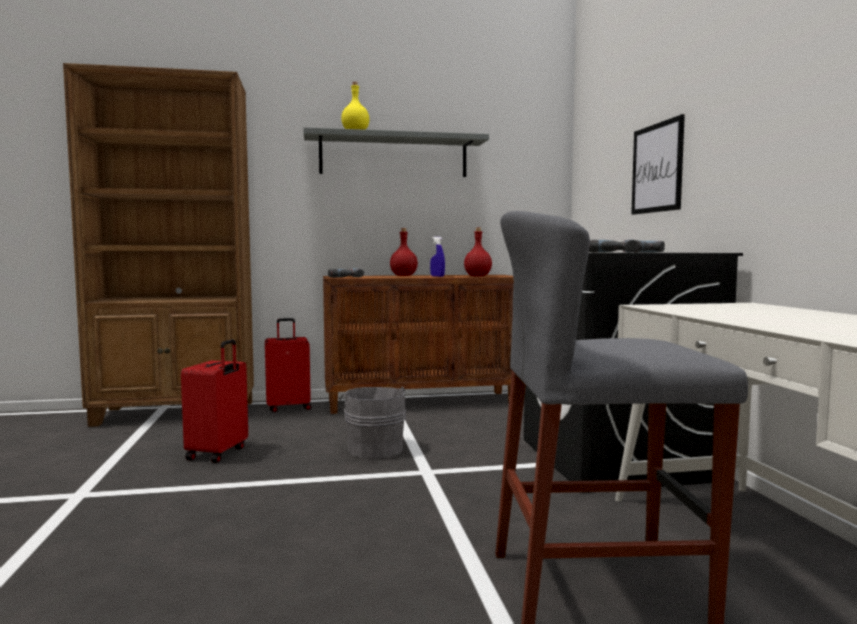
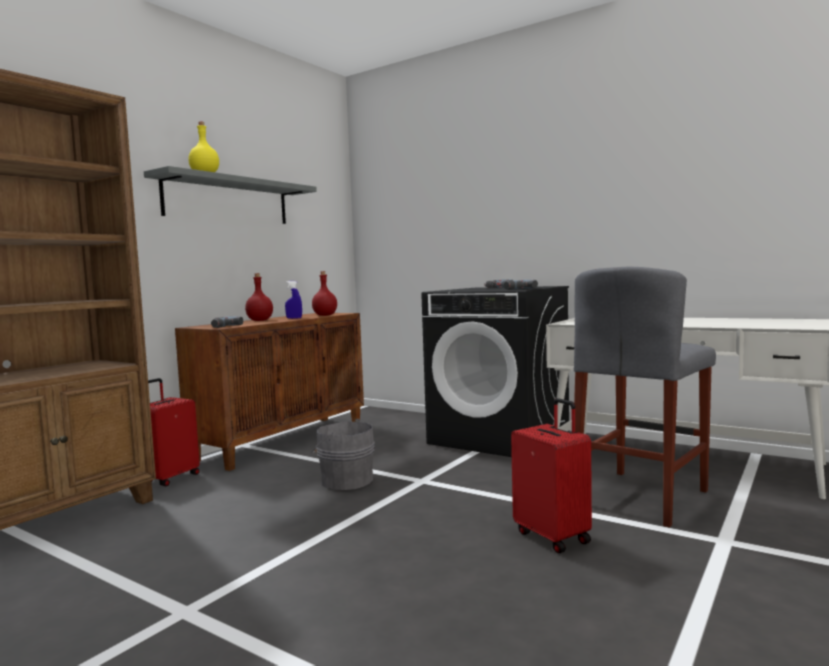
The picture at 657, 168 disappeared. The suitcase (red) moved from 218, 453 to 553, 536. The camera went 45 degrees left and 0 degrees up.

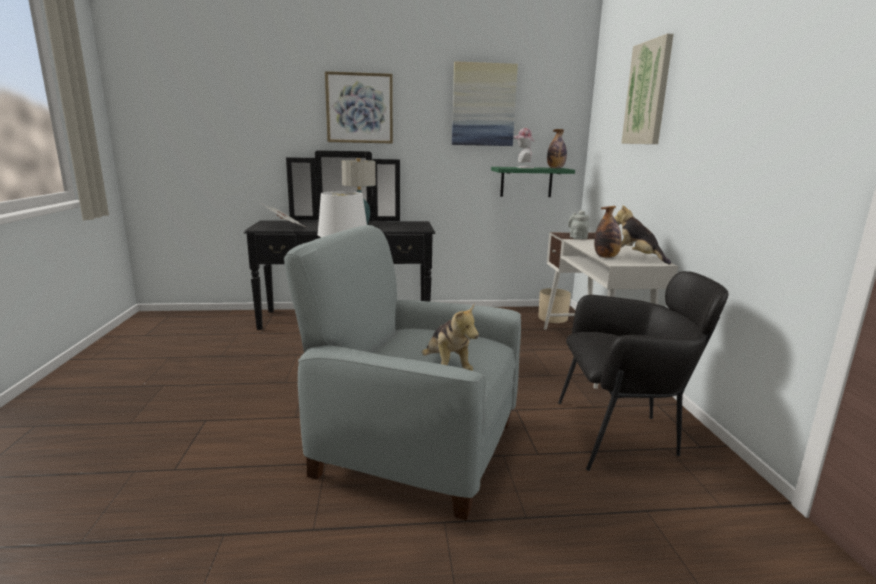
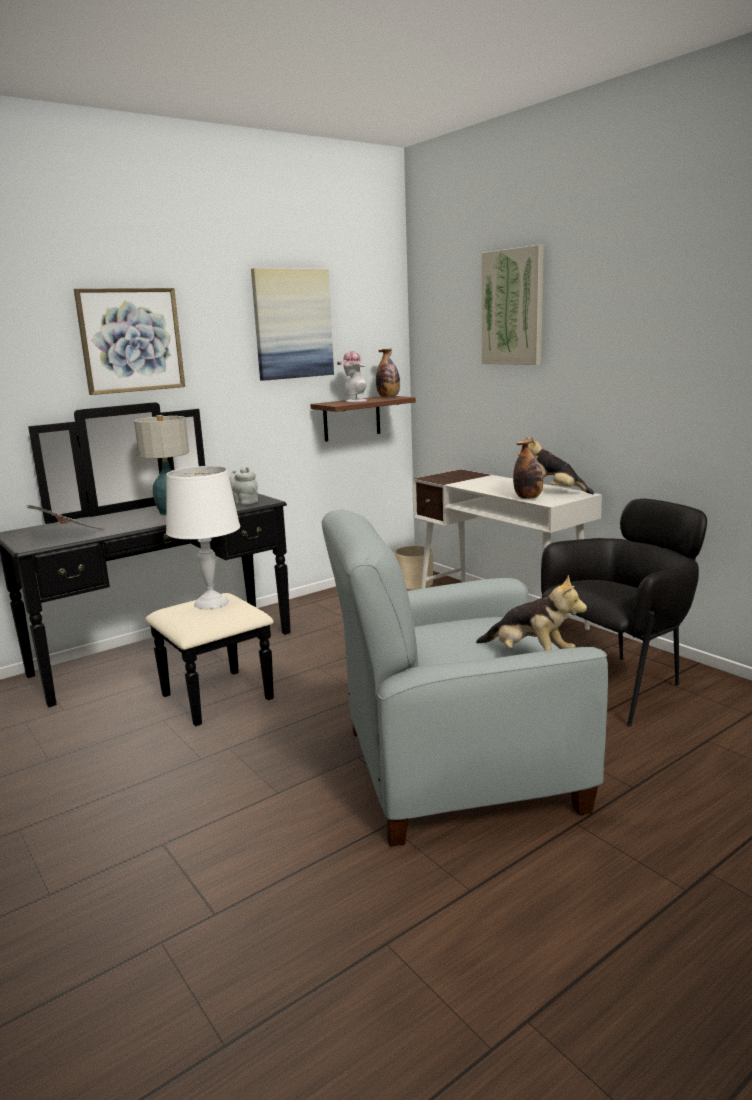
The shelf (green) at 526, 182 became the shelf (brown) at 352, 418. The teapot (grey) moved from 577, 237 to 245, 502. The camera went 30 degrees left and 0 degrees up.

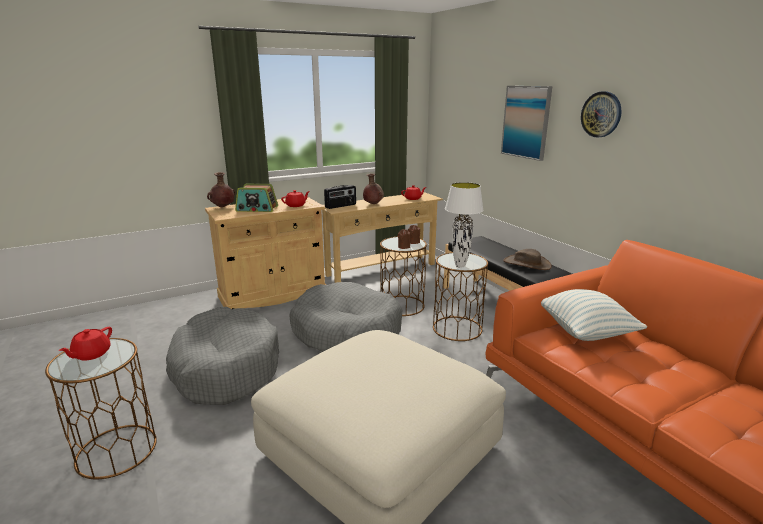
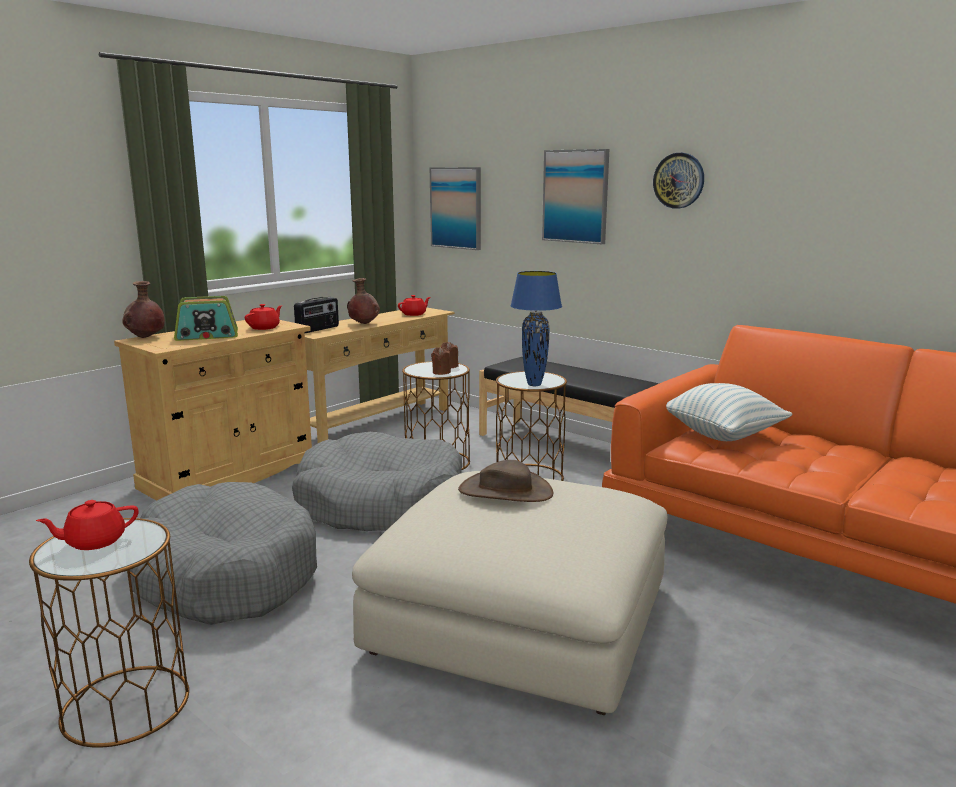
The table lamp (white) at 460, 265 became the table lamp (blue) at 535, 384. The hat (brown) moved from 527, 264 to 505, 491. The teapot (red) at 91, 354 turned 60 degrees clockwise. The picture at 456, 208 appeared. The camera went 20 degrees left and 5 degrees down.

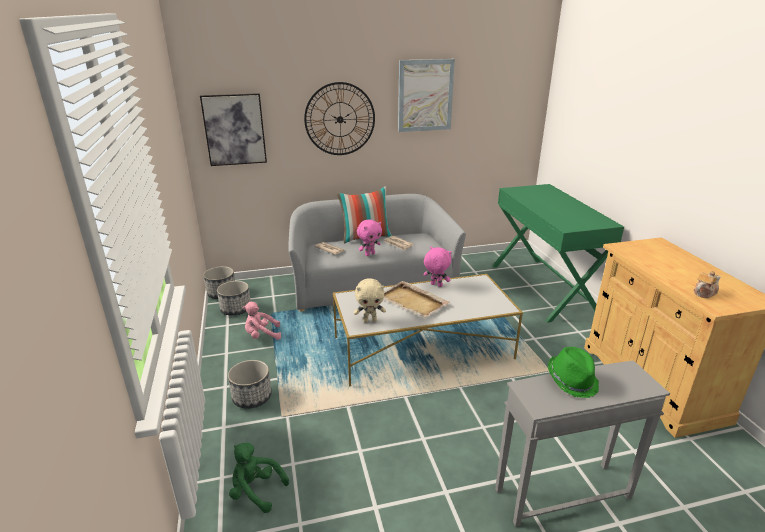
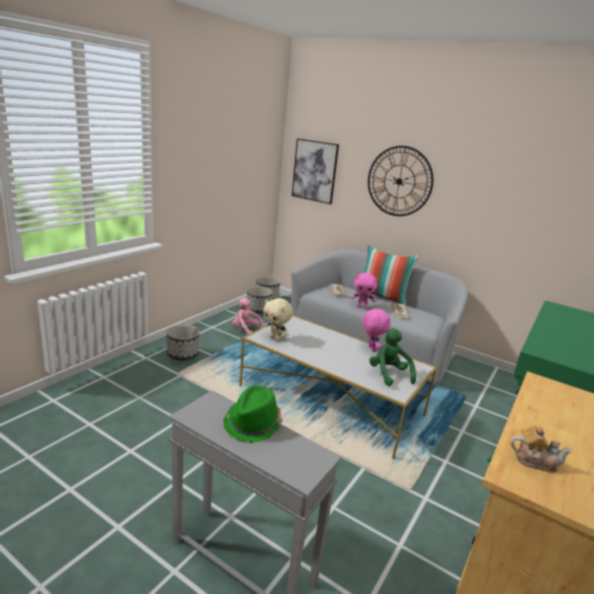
The picture at 425, 95 disappeared. The tray (beige) at 413, 301 disappeared. The plush toy (green) moved from 256, 491 to 389, 374. The camera went 45 degrees right and 5 degrees down.

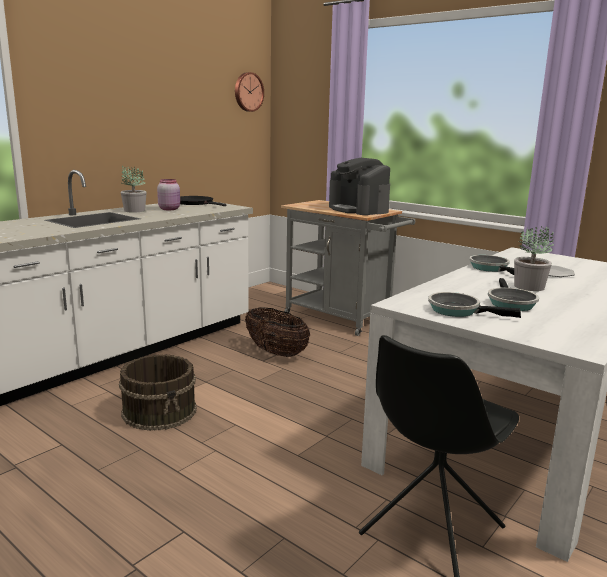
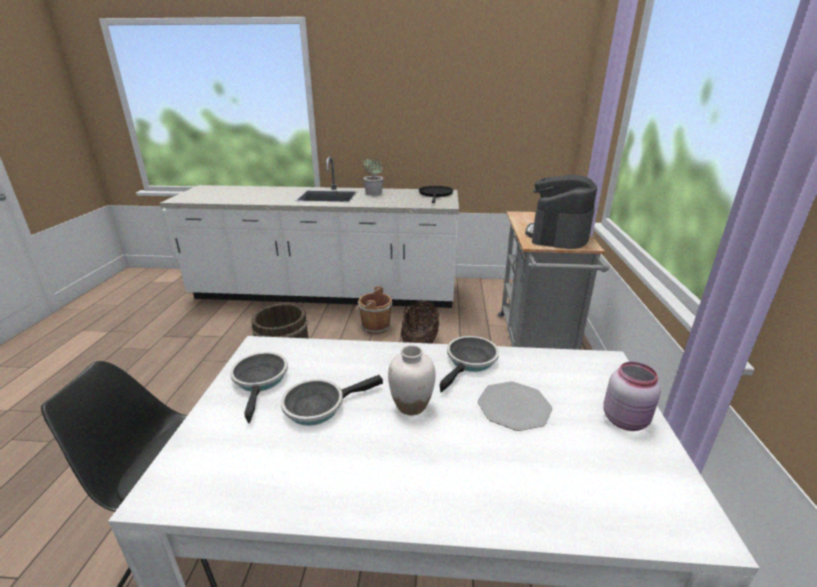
The wall clock at 248, 92 disappeared. The jar (pink) moved from 170, 209 to 626, 420. The potted plant at 530, 287 was replaced by the vase (white) at 411, 406. The bucket (brown) at 374, 327 appeared. The camera went 55 degrees right and 10 degrees up.

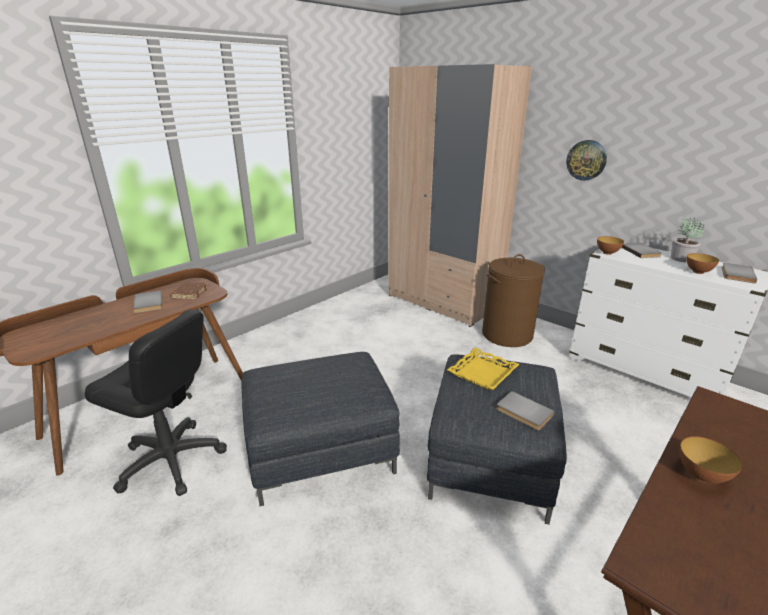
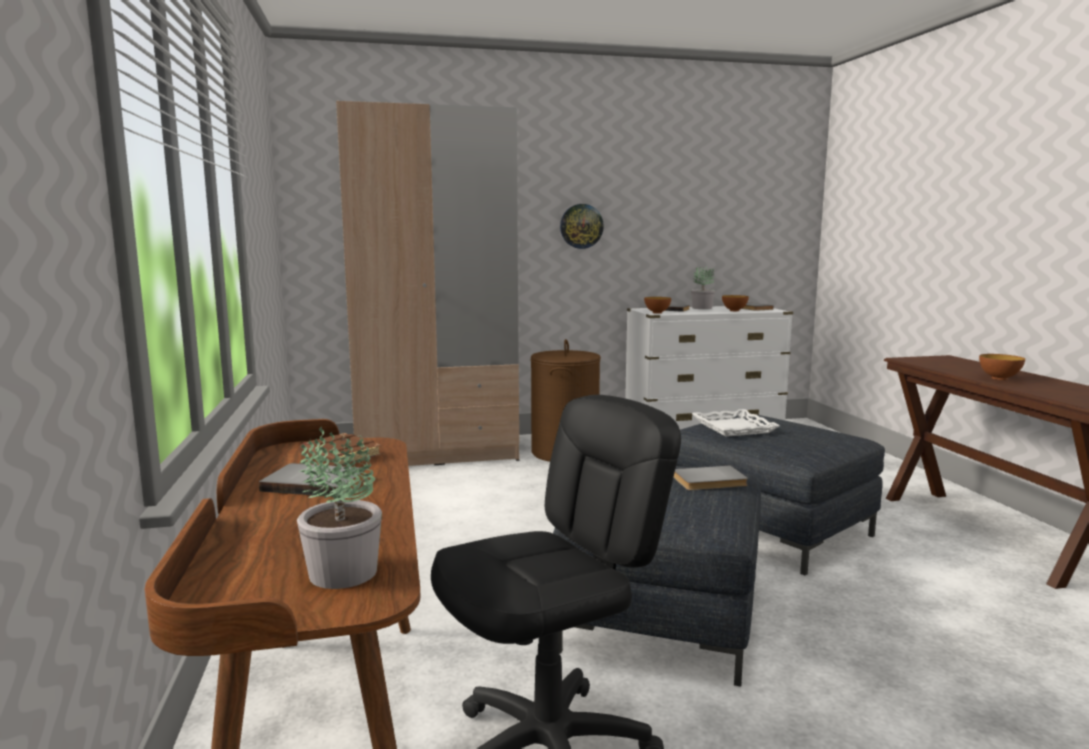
The tray (yellow) at 482, 373 became the tray (white) at 733, 428. The book (grey) moved from 523, 413 to 710, 482. The potted plant at 341, 573 appeared. The camera went 55 degrees left and 15 degrees down.

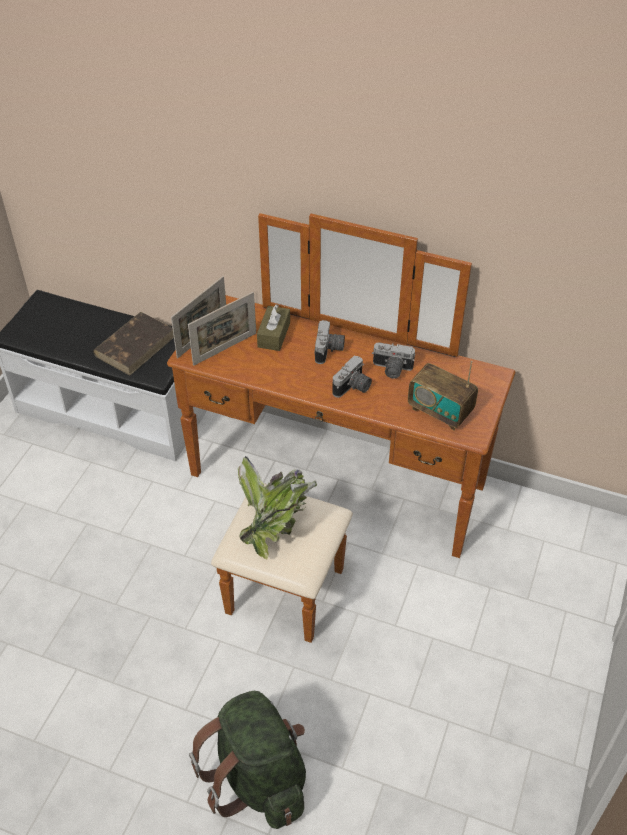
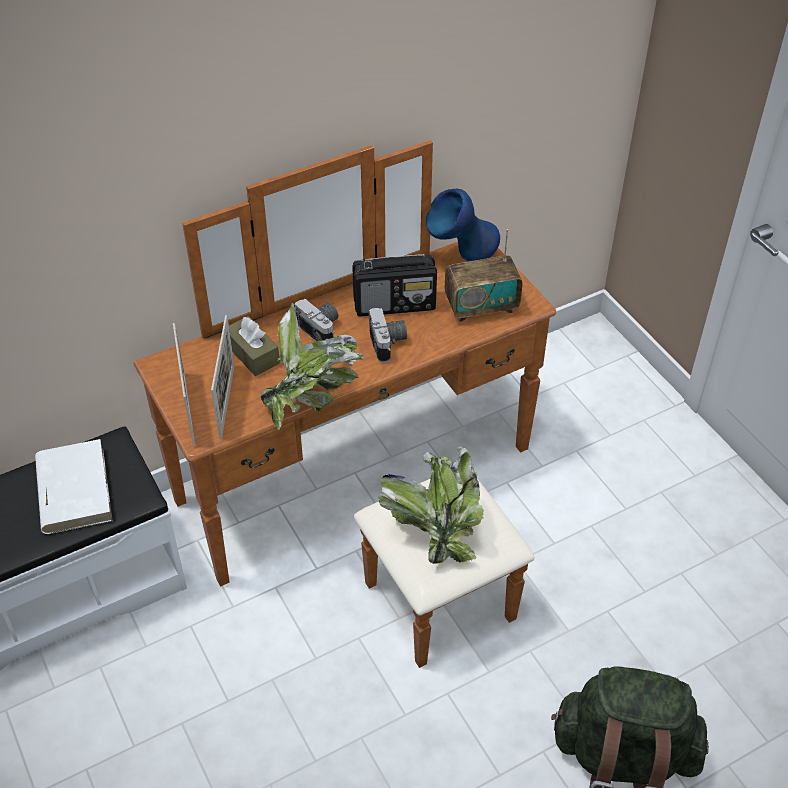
The book (brown) at 135, 345 became the book (white) at 73, 489. The photo camera at 391, 369 was replaced by the radio at 395, 304. The vase (blue) at 461, 259 appeared. The potted plant at 313, 399 appeared. The camera went 50 degrees left and 0 degrees up.

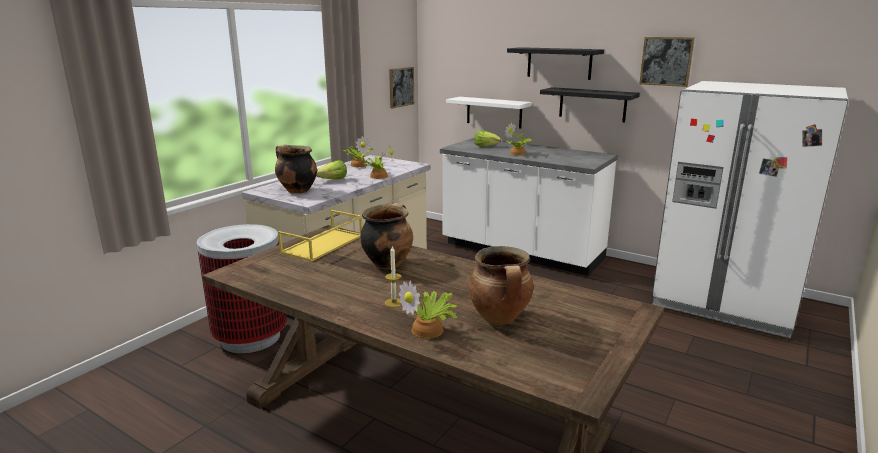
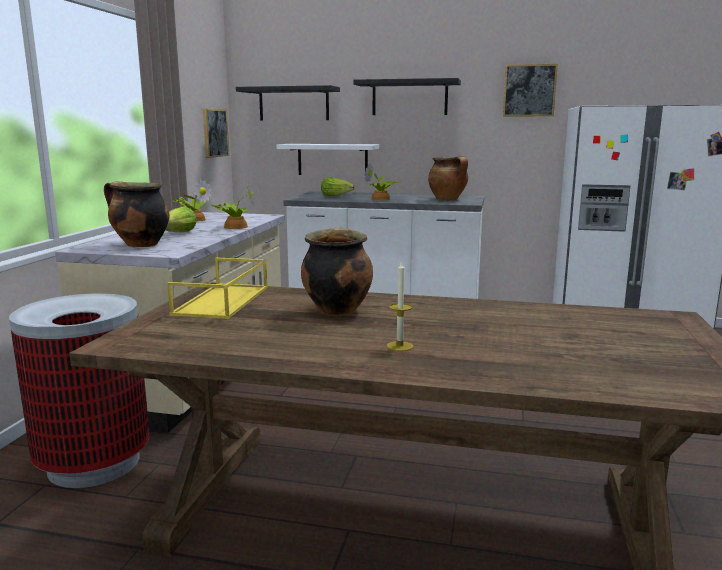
The shelf (black) moved from 592, 104 to 294, 104. The cooking pot moved from 500, 318 to 448, 199. The potted plant at 429, 330 disappeared. The camera went 20 degrees left and 5 degrees down.

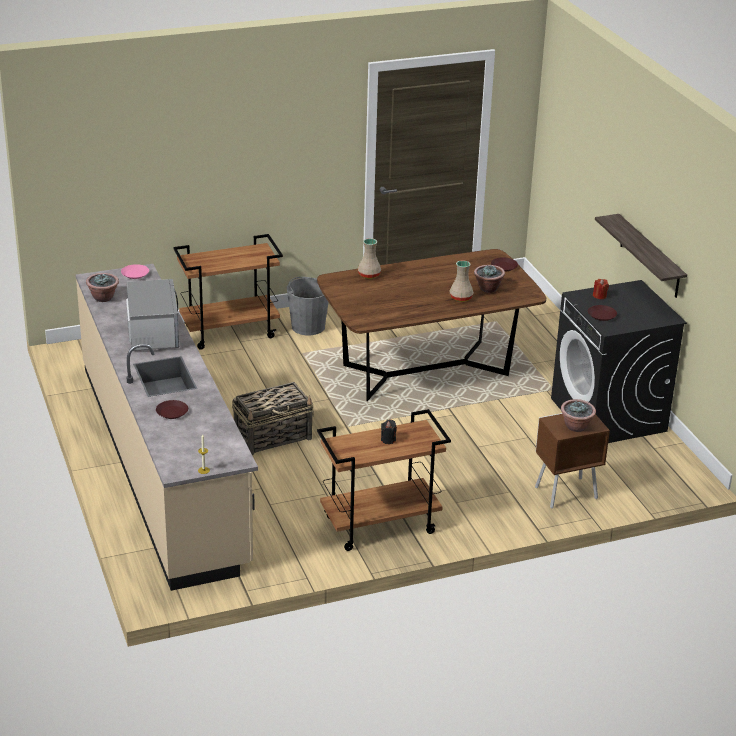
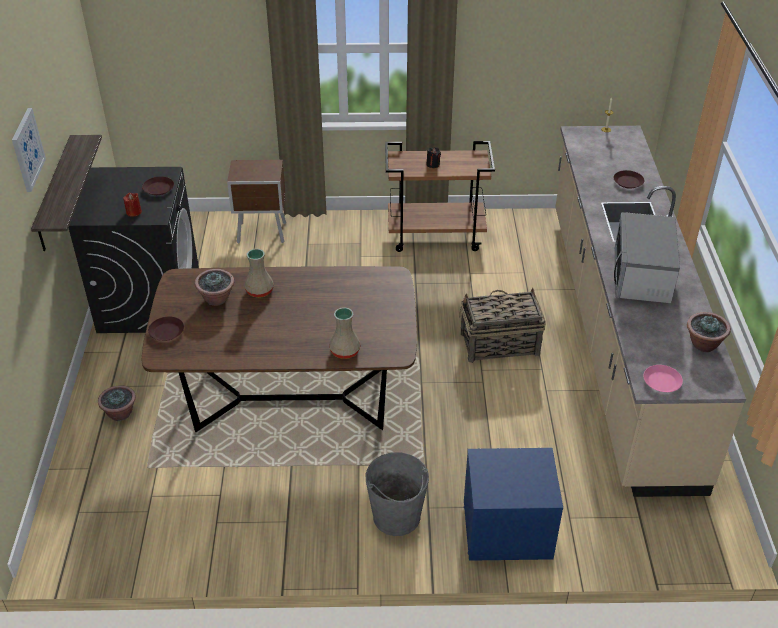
The cart (brown) at 230, 331 was replaced by the nightstand (blue) at 506, 531. The potted plant moved from 576, 427 to 120, 413. The picture at 27, 149 appeared. The camera went 160 degrees left and 10 degrees up.

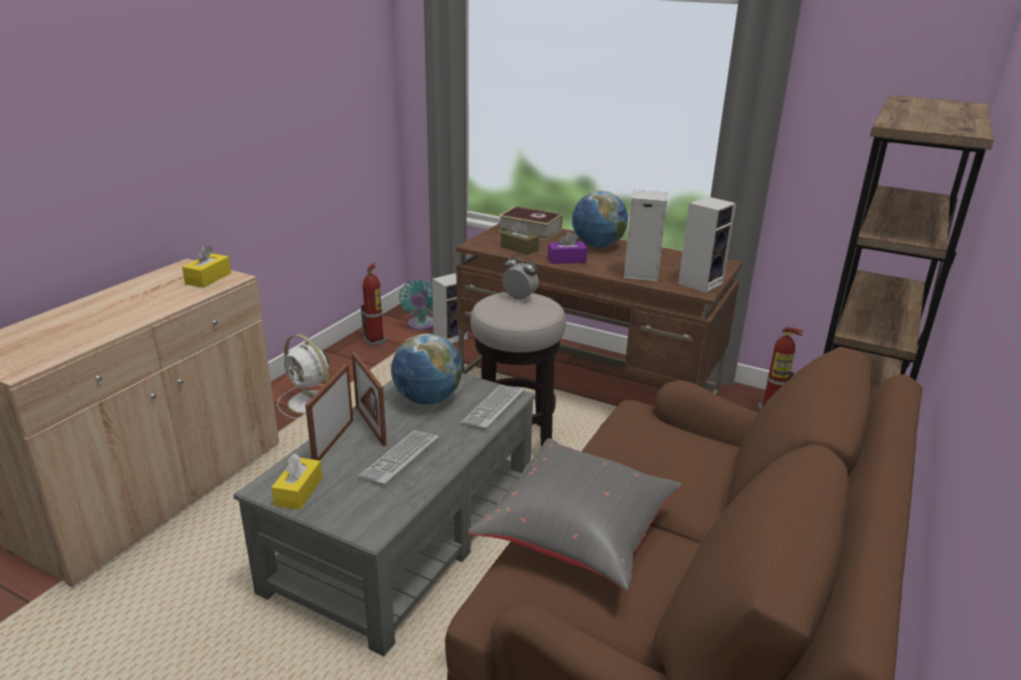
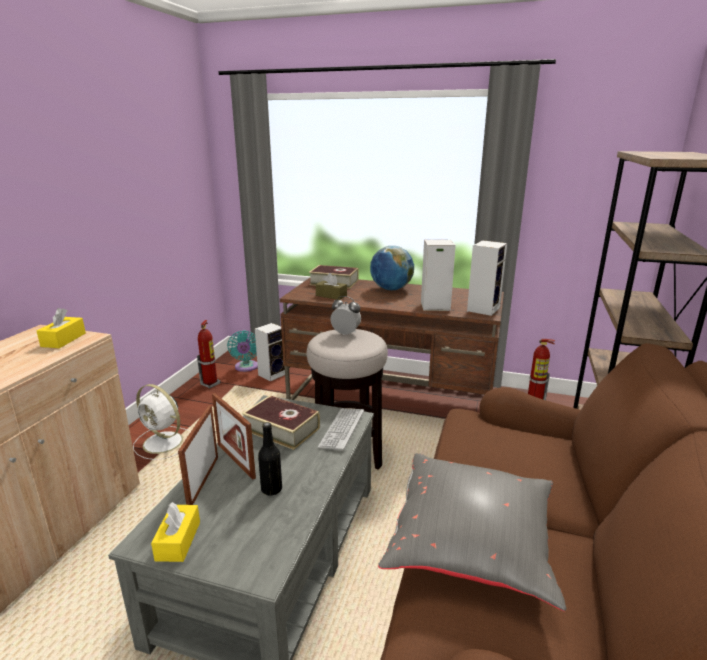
The tissue box (purple) at 566, 260 disappeared. The globe at 427, 399 was replaced by the book at 282, 429. The keyboard at 399, 458 was replaced by the bottle (black) at 271, 489. The camera went 10 degrees left and 5 degrees down.

